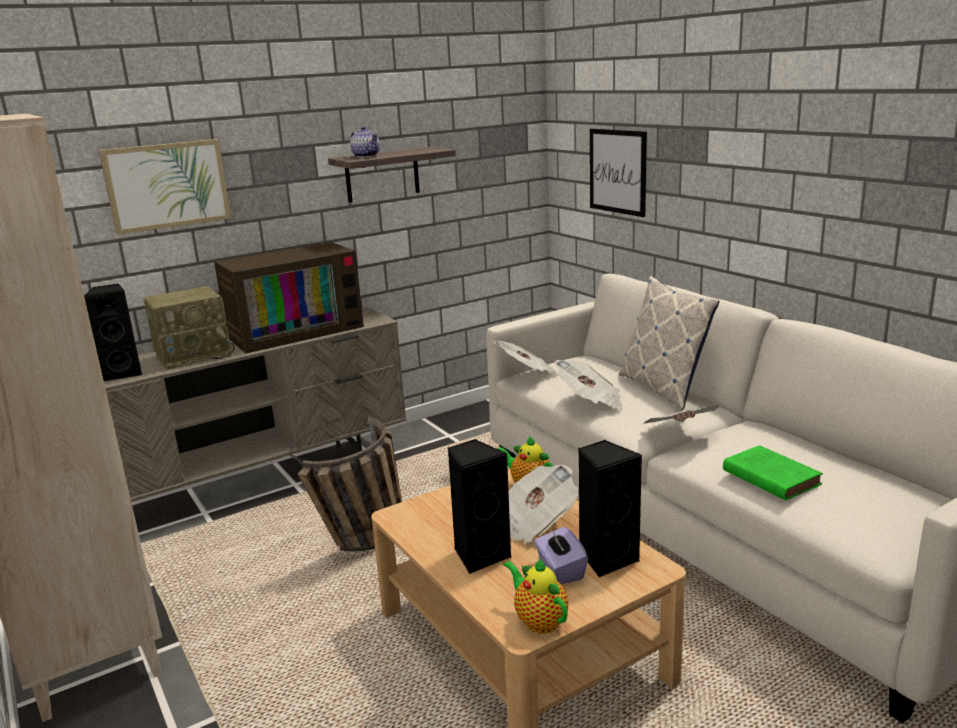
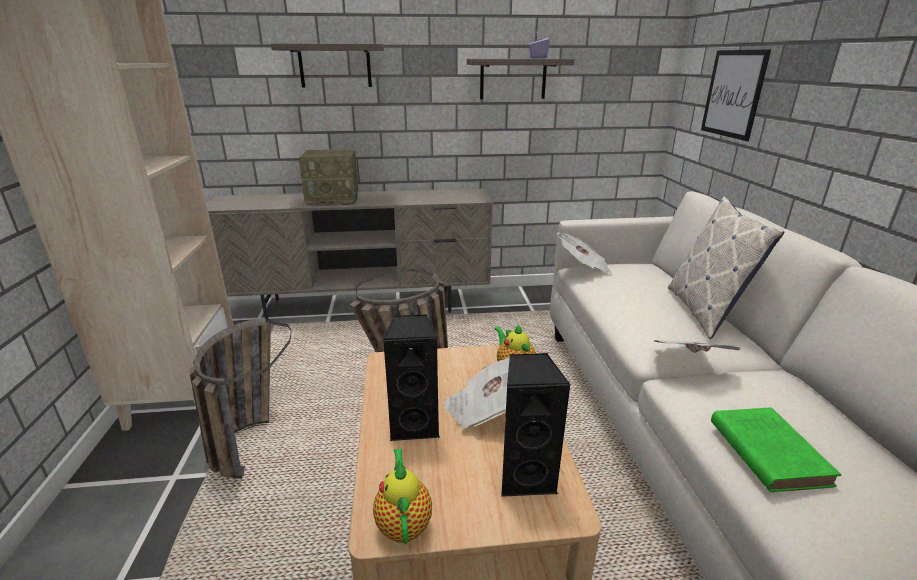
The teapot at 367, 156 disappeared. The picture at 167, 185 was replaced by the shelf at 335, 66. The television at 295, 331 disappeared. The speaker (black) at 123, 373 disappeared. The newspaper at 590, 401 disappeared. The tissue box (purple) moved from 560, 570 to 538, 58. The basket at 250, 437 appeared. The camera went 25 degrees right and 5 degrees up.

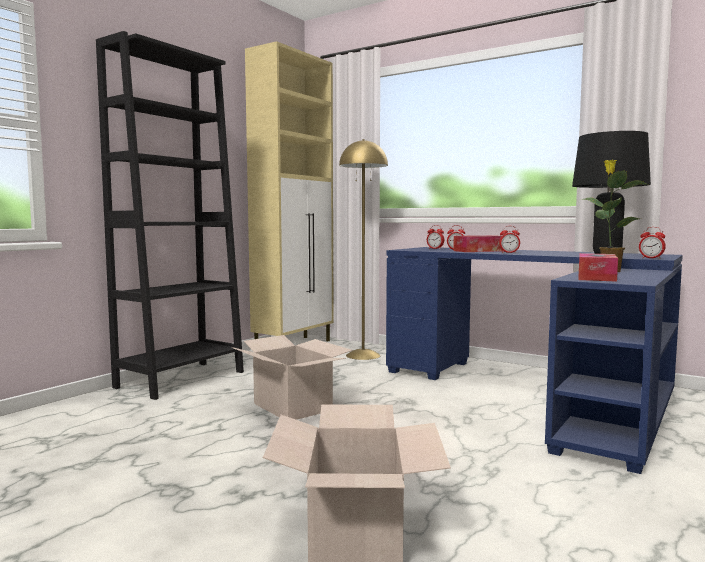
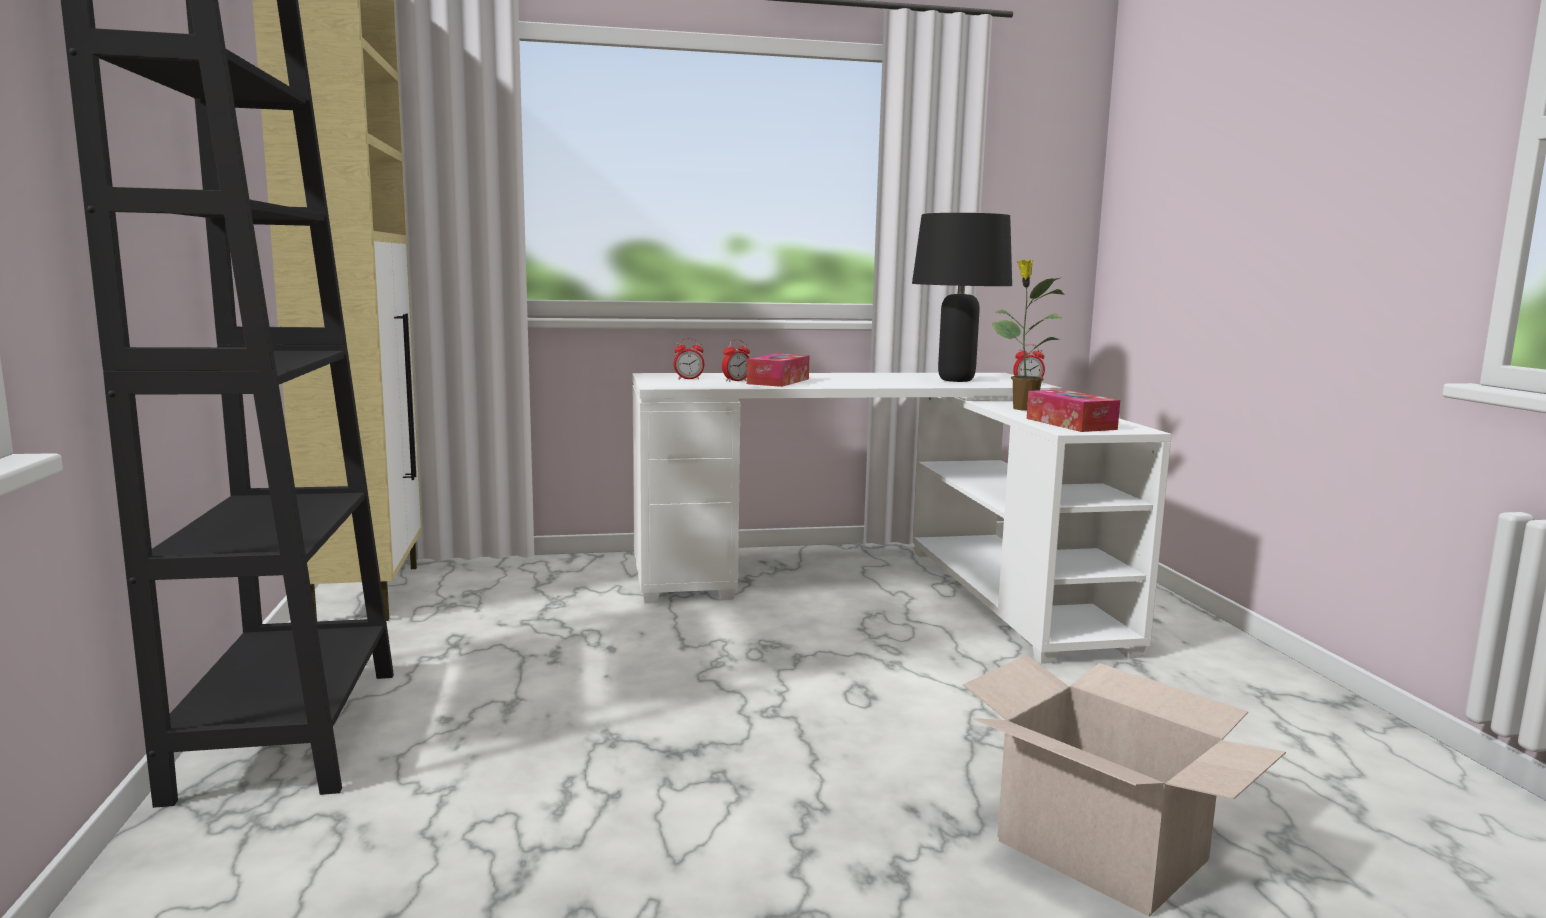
The floor lamp (yellow) at 363, 355 disappeared. The alarm clock at 509, 252 disappeared. The desk (blue) at 539, 394 became the desk (white) at 886, 586. The cardboard box at 291, 407 disappeared. The camera went 45 degrees left and 5 degrees up.

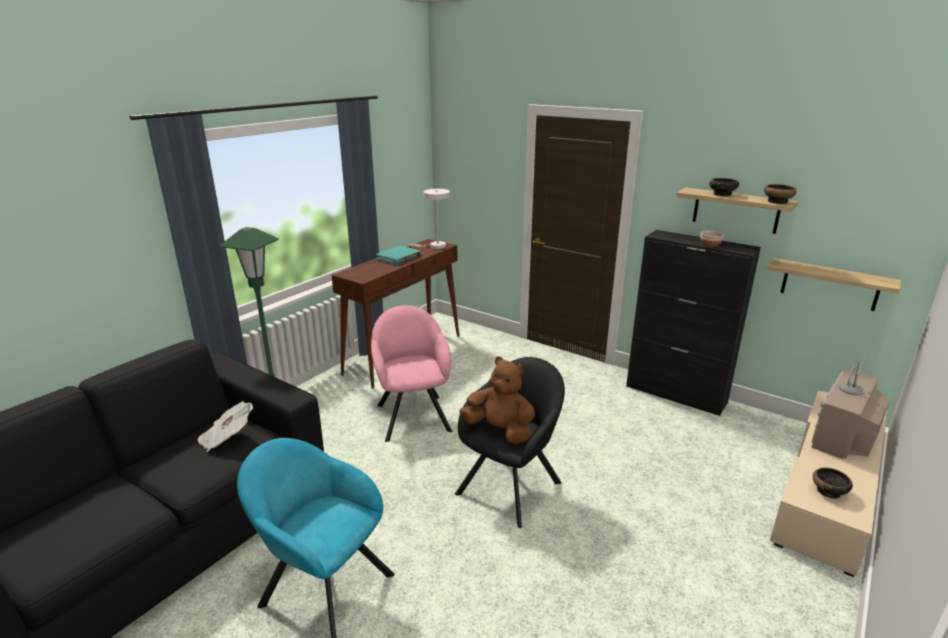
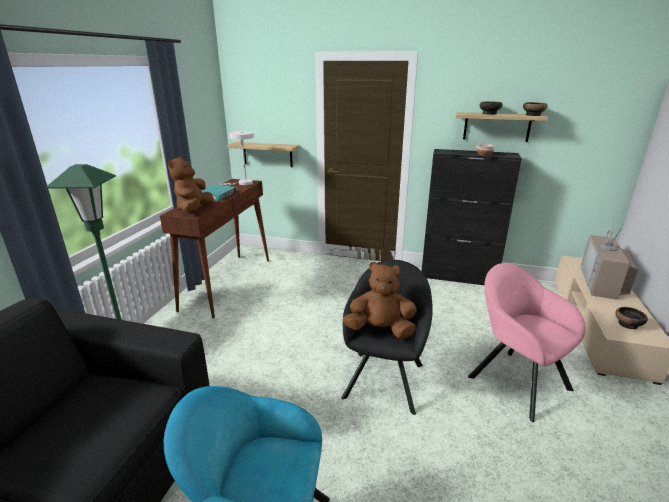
The shelf moved from 830, 284 to 267, 154. The armchair (pink) moved from 413, 415 to 514, 379. The newspaper at 227, 438 disappeared. The plush toy (brown) at 194, 210 appeared. The camera went 20 degrees left and 0 degrees up.

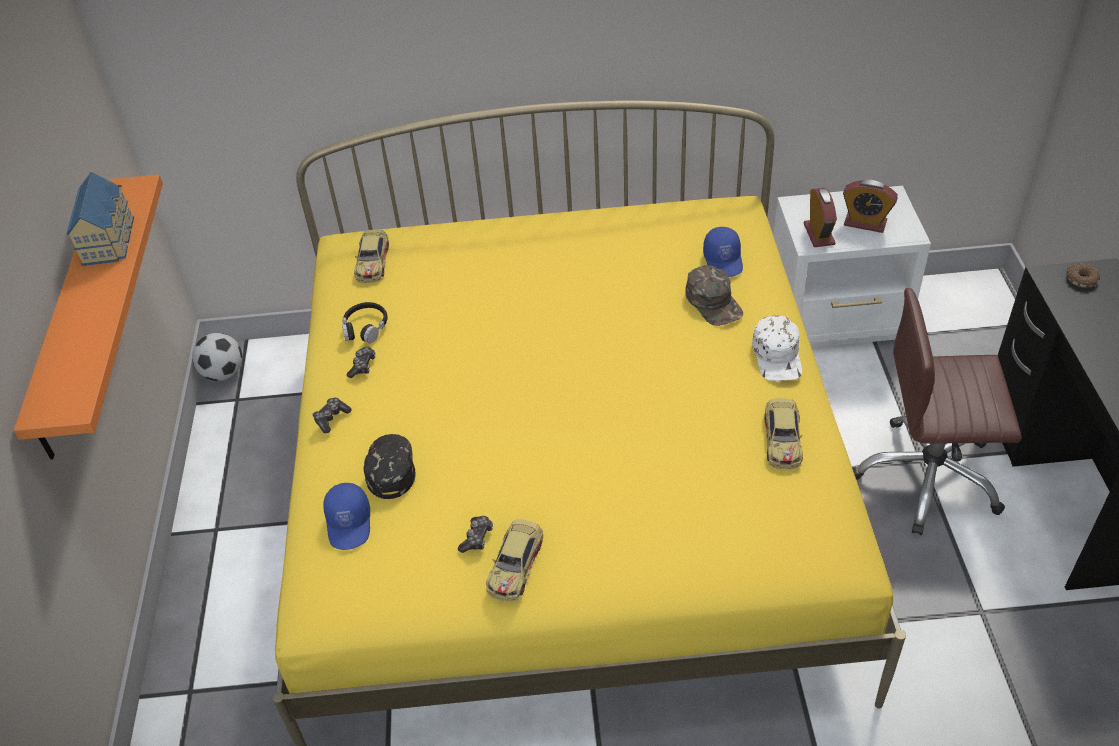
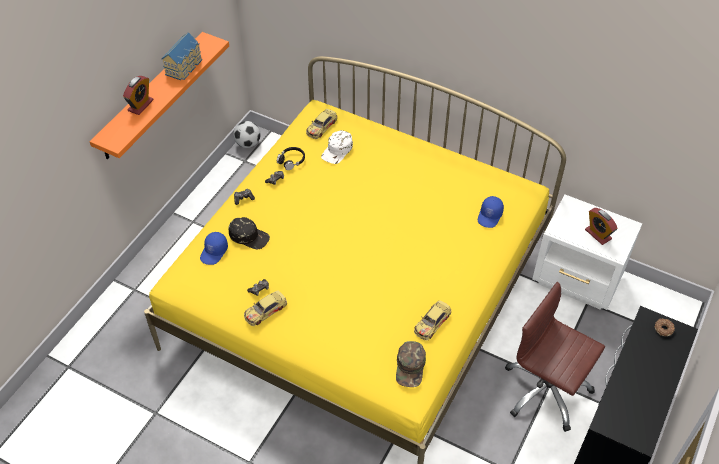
The alarm clock moved from 819, 234 to 140, 105. The cap (green) moved from 714, 302 to 410, 367. The cap (white) moved from 778, 355 to 337, 150. The cap (black) at 389, 468 turned 90 degrees clockwise. The camera went 30 degrees right and 5 degrees up.

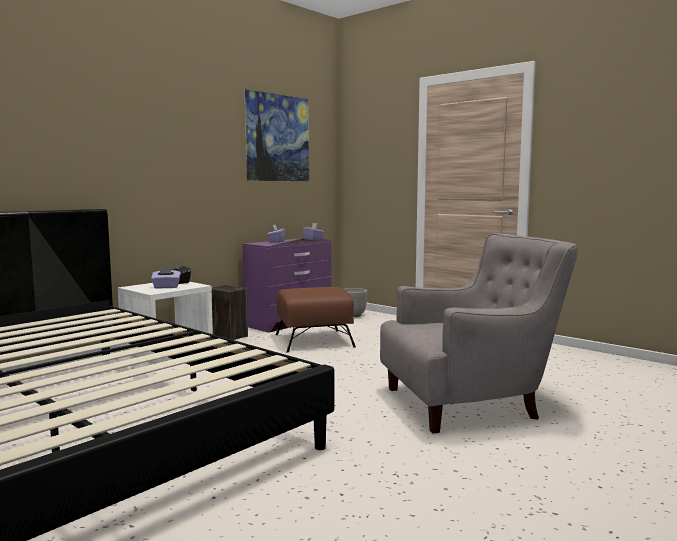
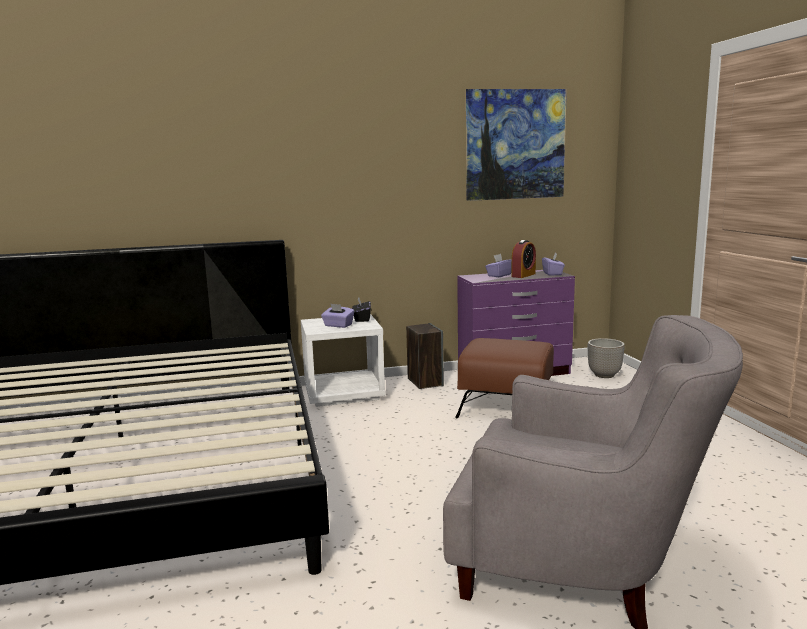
The alarm clock at 523, 275 appeared. The camera went 35 degrees right and 5 degrees up.

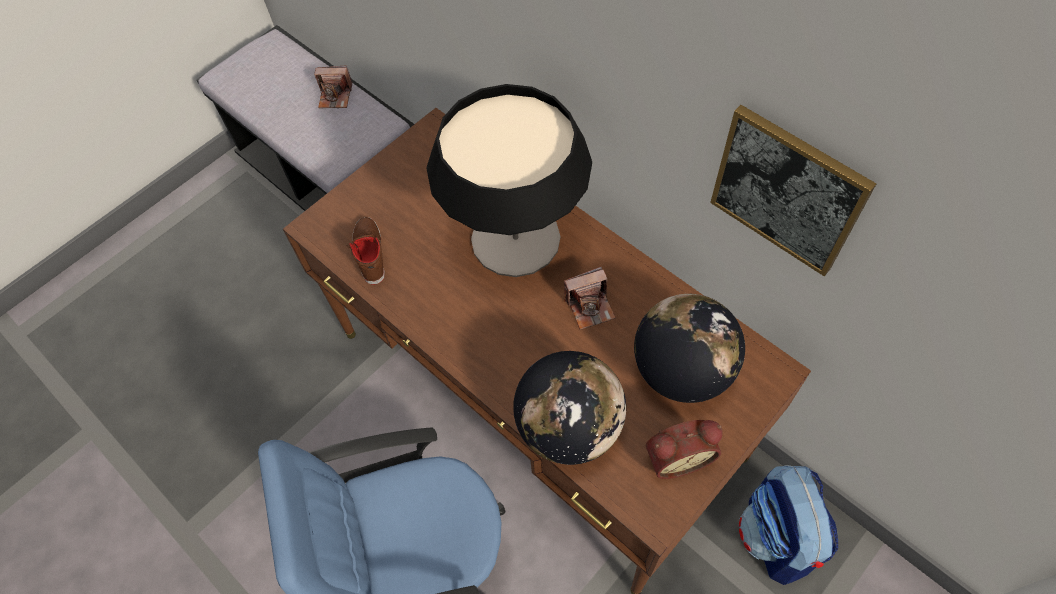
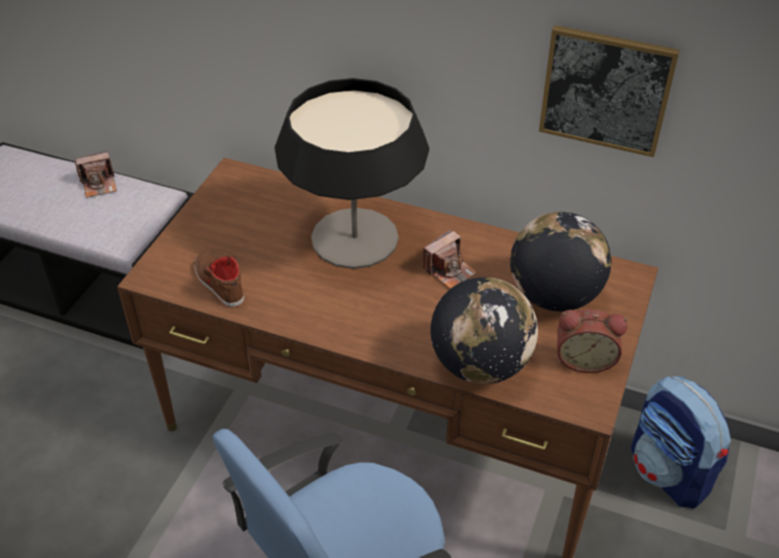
The alarm clock at 677, 456 turned 45 degrees clockwise. The camera went 25 degrees left and 15 degrees down.

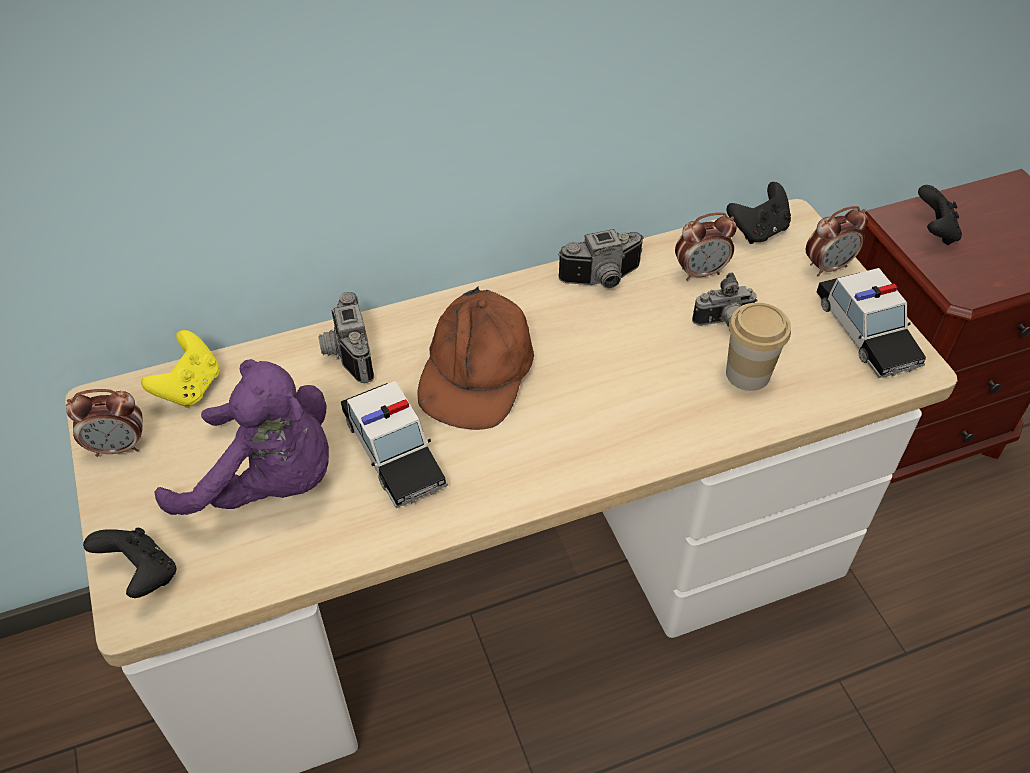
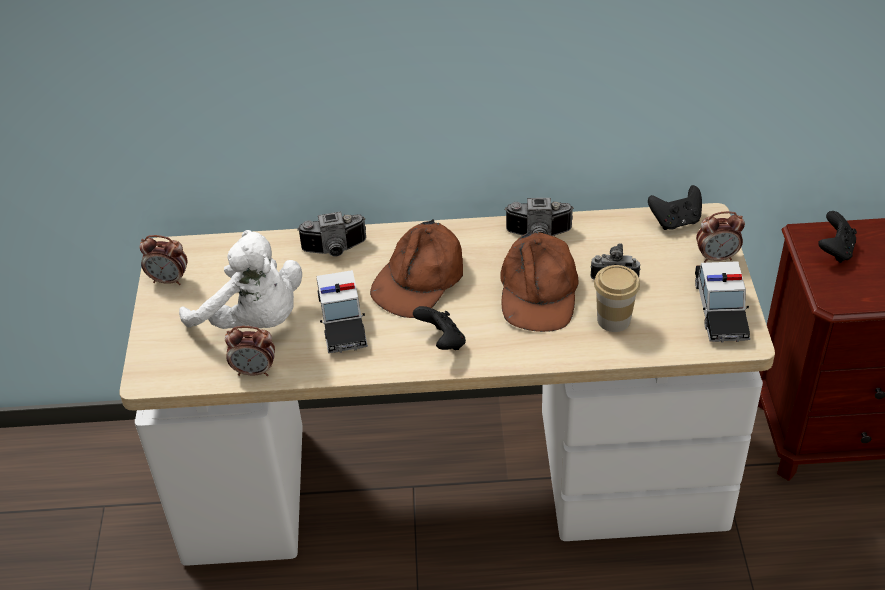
The alarm clock moved from 700, 272 to 254, 371. The photo camera at 345, 353 turned 105 degrees counterclockwise. The game controller (yellow) at 190, 387 disappeared. The plush toy (purple) at 268, 482 became the plush toy (white) at 254, 321. The game controller (black) moved from 142, 574 to 442, 342. The cap (brown) at 538, 292 appeared. The camera went 20 degrees right and 5 degrees down.

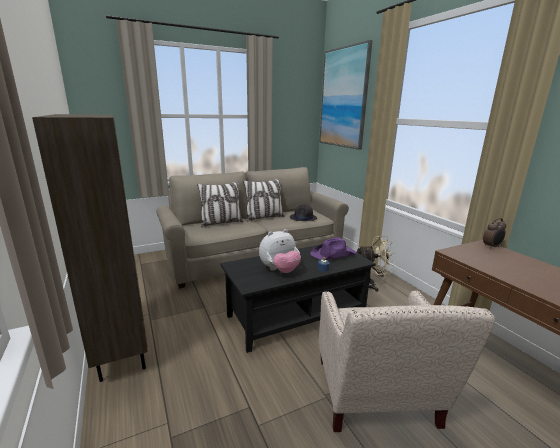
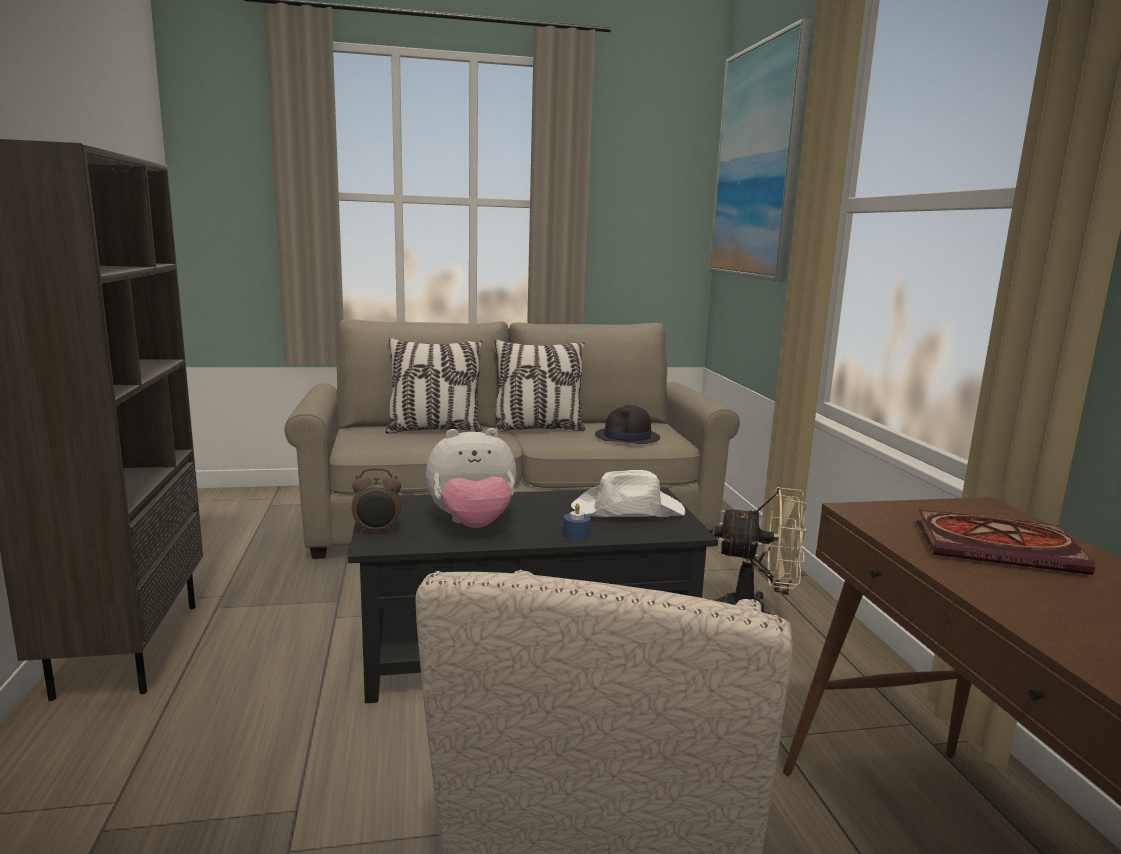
The alarm clock moved from 491, 247 to 377, 531. The hat (purple) at 333, 254 became the hat (white) at 629, 510. The book at 1000, 547 appeared. The camera went 15 degrees right and 5 degrees down.

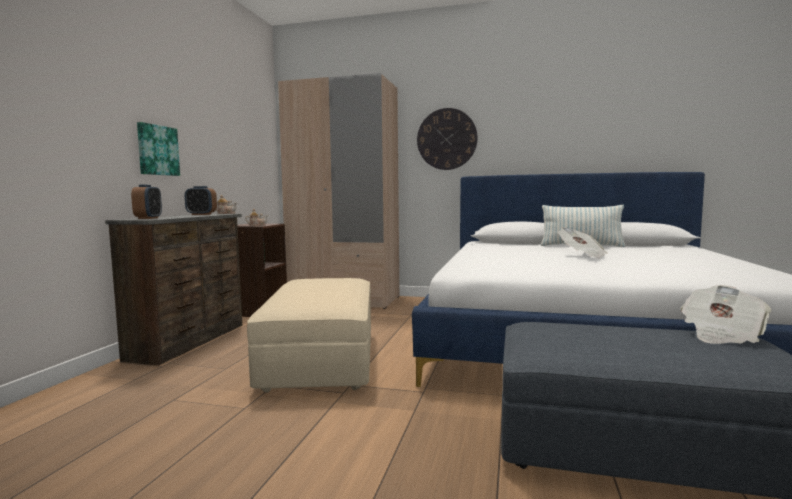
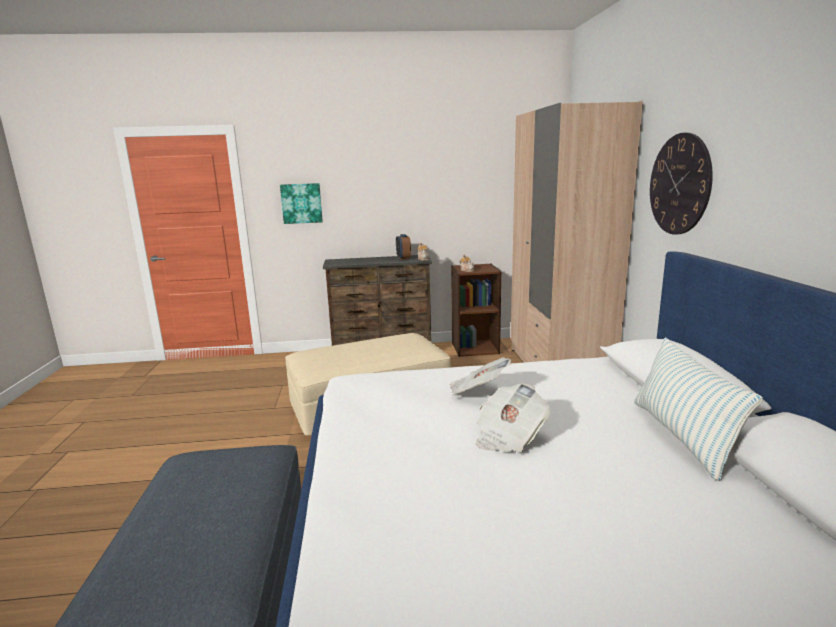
The picture moved from 157, 150 to 301, 203. The alarm clock at 148, 218 disappeared. The newspaper moved from 721, 335 to 477, 391. The camera went 70 degrees right and 10 degrees up.

